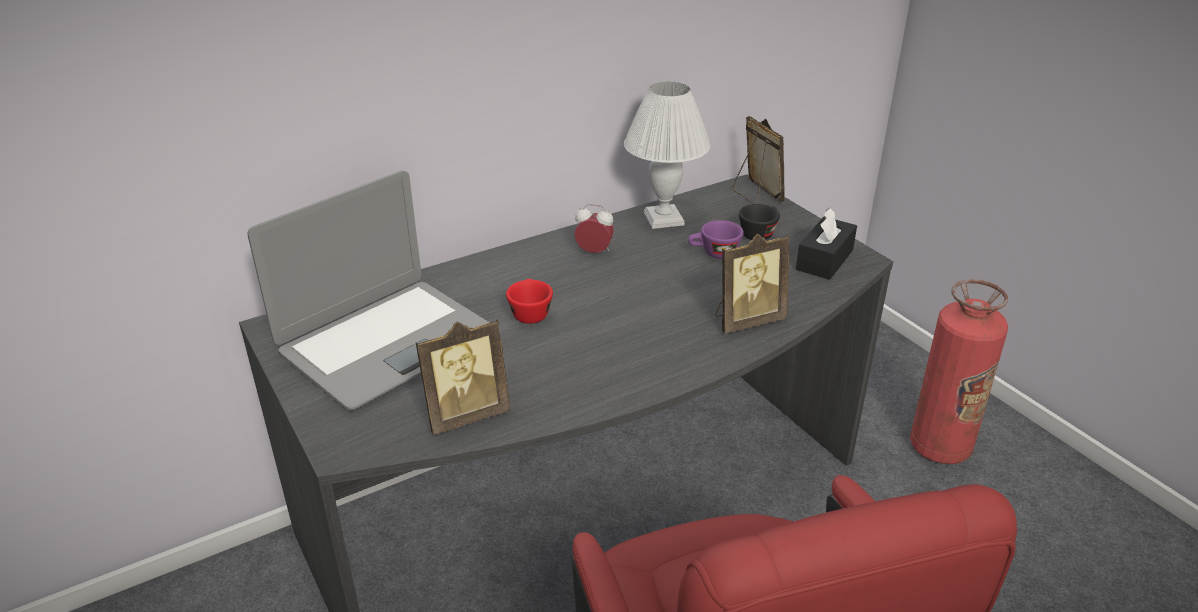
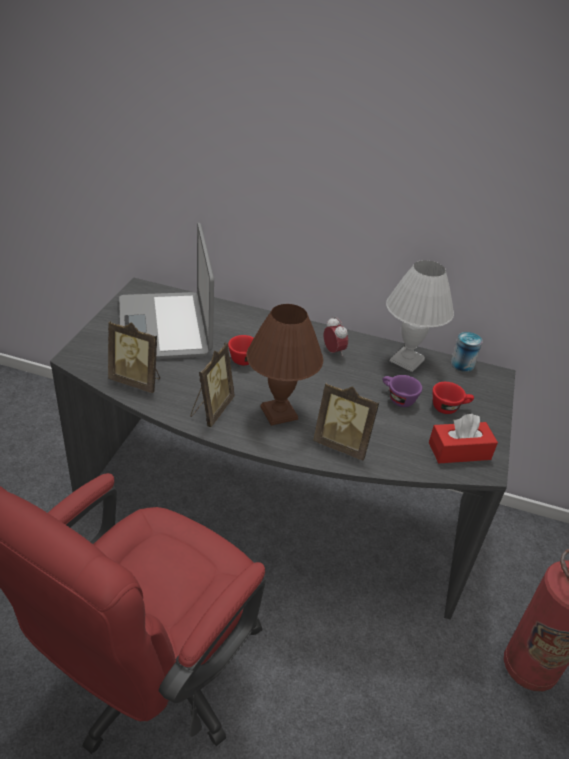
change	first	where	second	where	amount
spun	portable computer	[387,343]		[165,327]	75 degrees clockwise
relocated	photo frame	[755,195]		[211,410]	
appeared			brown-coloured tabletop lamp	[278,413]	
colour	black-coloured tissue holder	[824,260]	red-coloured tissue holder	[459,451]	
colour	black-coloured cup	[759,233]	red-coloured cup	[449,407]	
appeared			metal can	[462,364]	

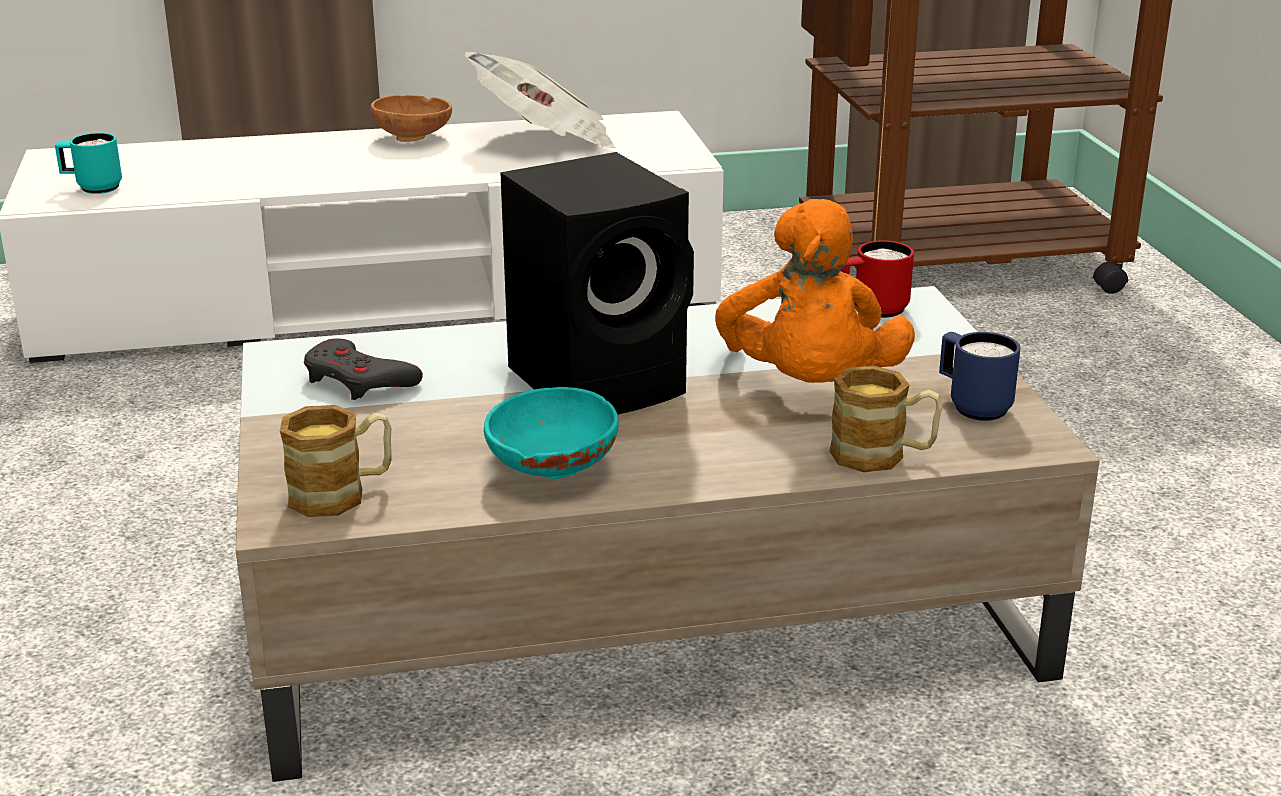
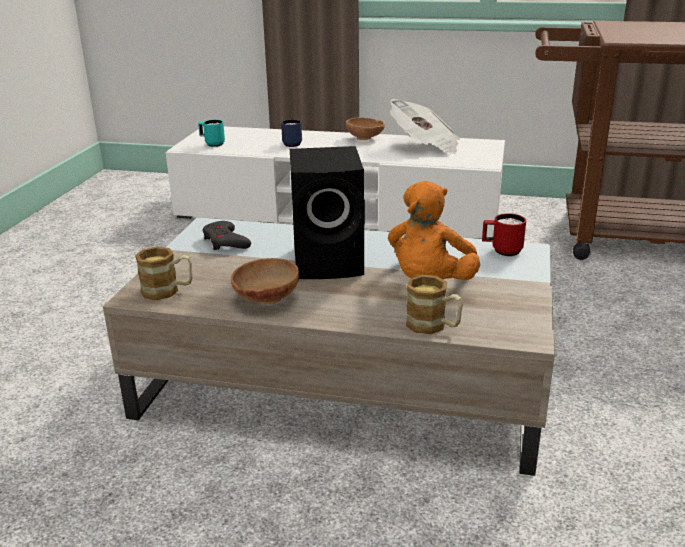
change	first	where	second	where	amount
colour	turquoise-coloured bowl	[550,470]	brown-coloured bowl	[265,299]	
relocated	blue coffee mug	[972,406]		[291,143]	

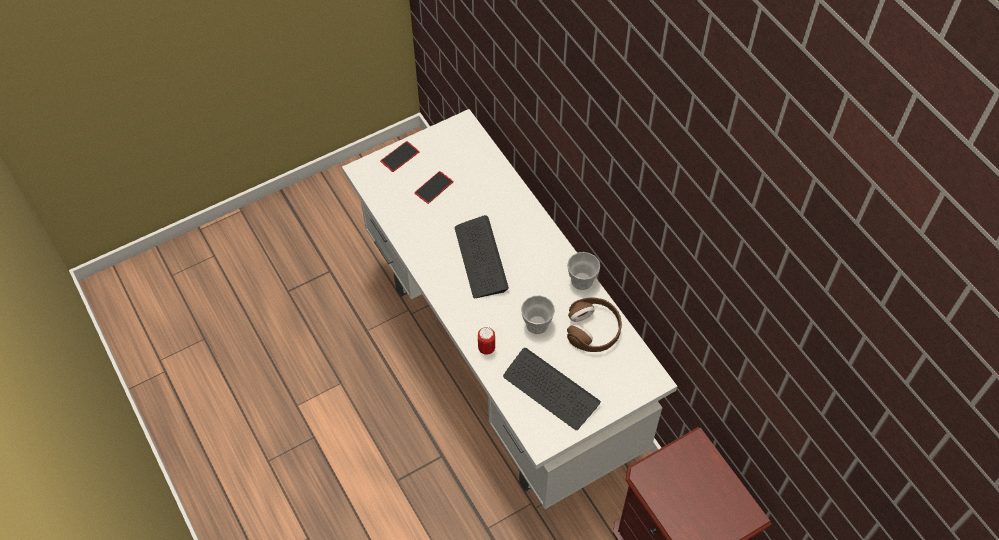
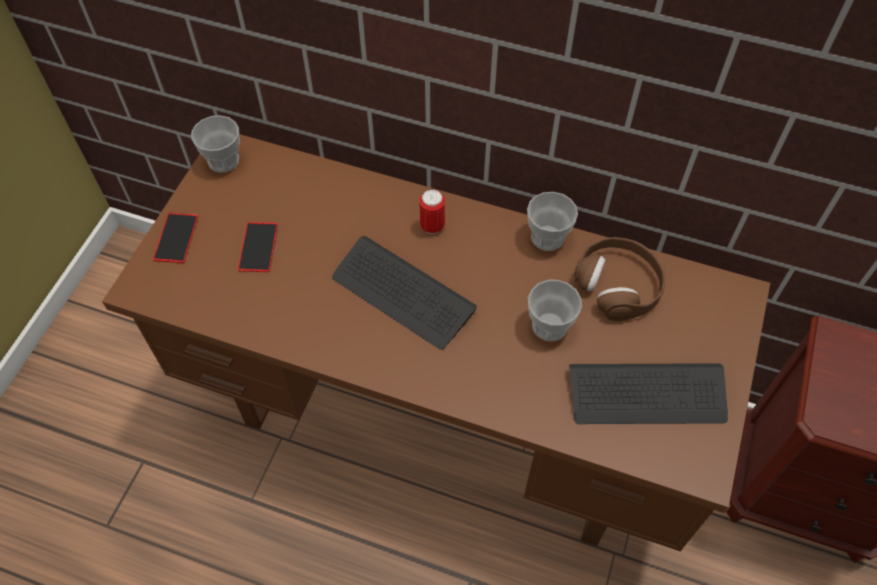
change	first	where	second	where	amount
colour	whitish desk	[502,362]	brown-coloured desk	[440,419]	
appeared			cup	[223,160]	
relocated	metal can	[486,348]		[432,226]	

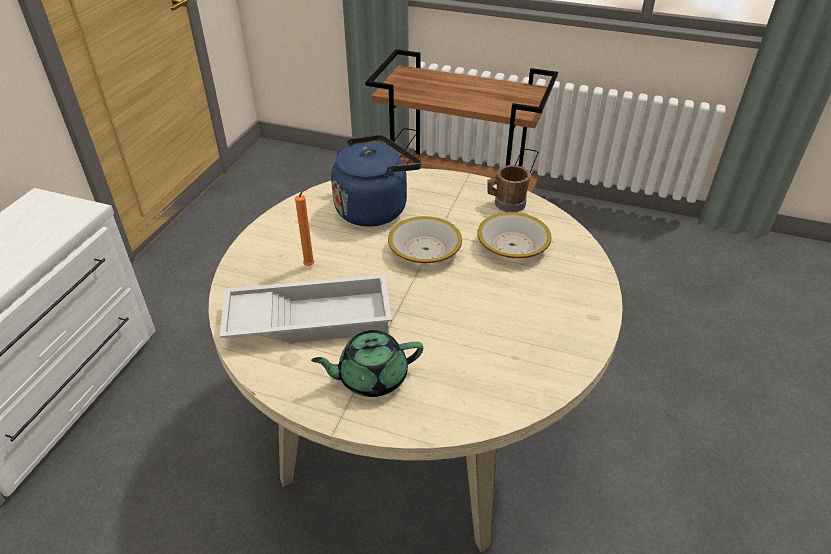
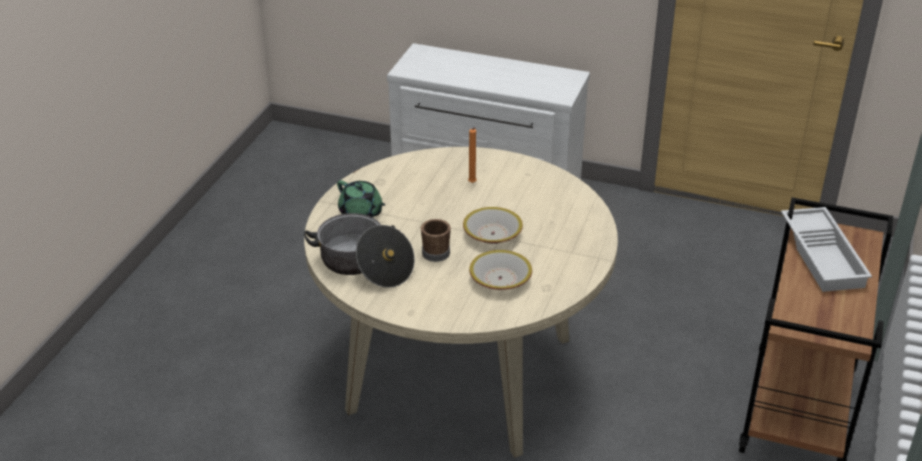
change	first	where	second	where	amount
appeared			saucepot	[363,265]	
spun	green pot for tea	[371,377]		[361,212]	150 degrees clockwise
relocated	brown-coloured coffee mug	[506,204]		[436,251]	
relocated	whitish tray	[310,317]		[824,255]	
missing	blue water kettle	[374,208]			

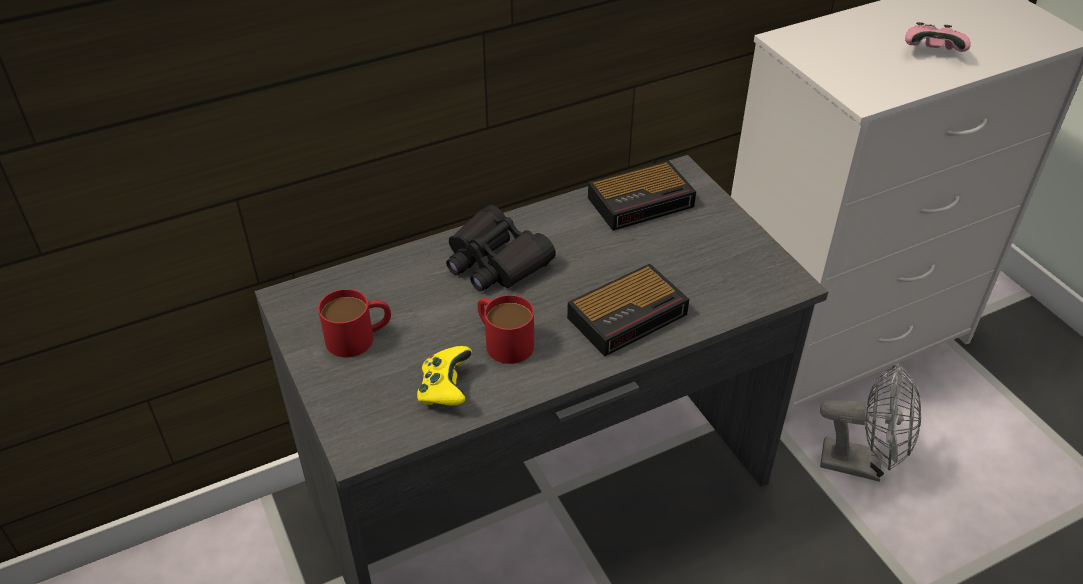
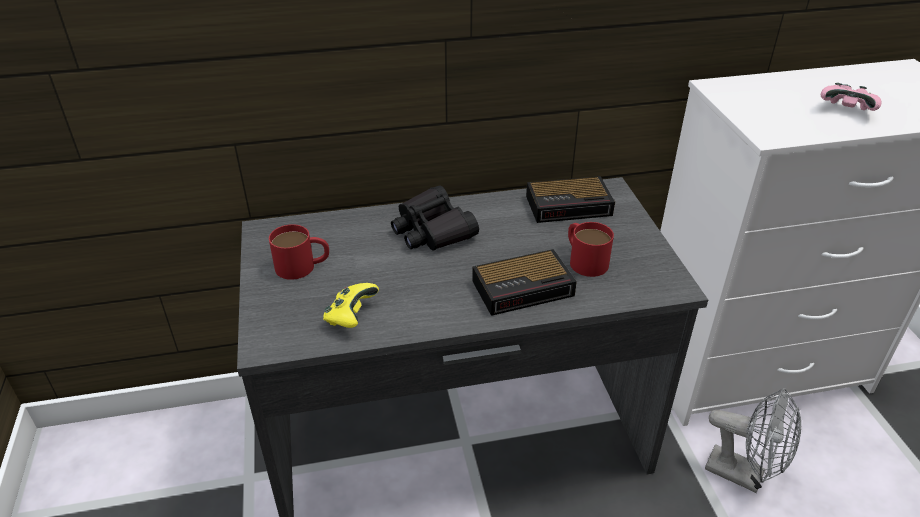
change	first	where	second	where	amount
relocated	red-coloured coffee mug	[503,340]		[584,259]	

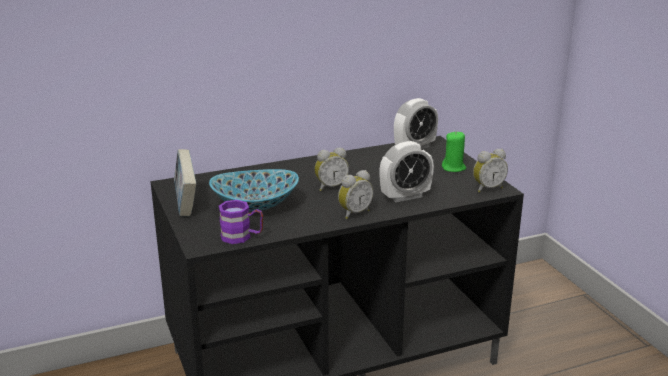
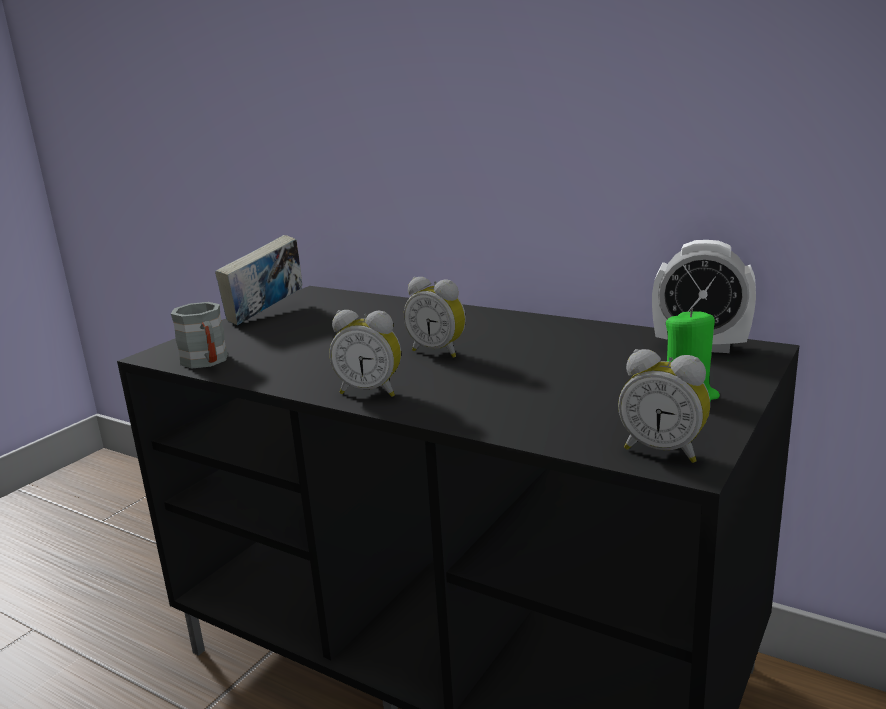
change	first	where	second	where	amount
colour	purple-coloured coffee mug	[242,237]	greyish coffee mug	[207,362]	
missing	bowl	[255,206]			
missing	alarm clock	[405,196]			

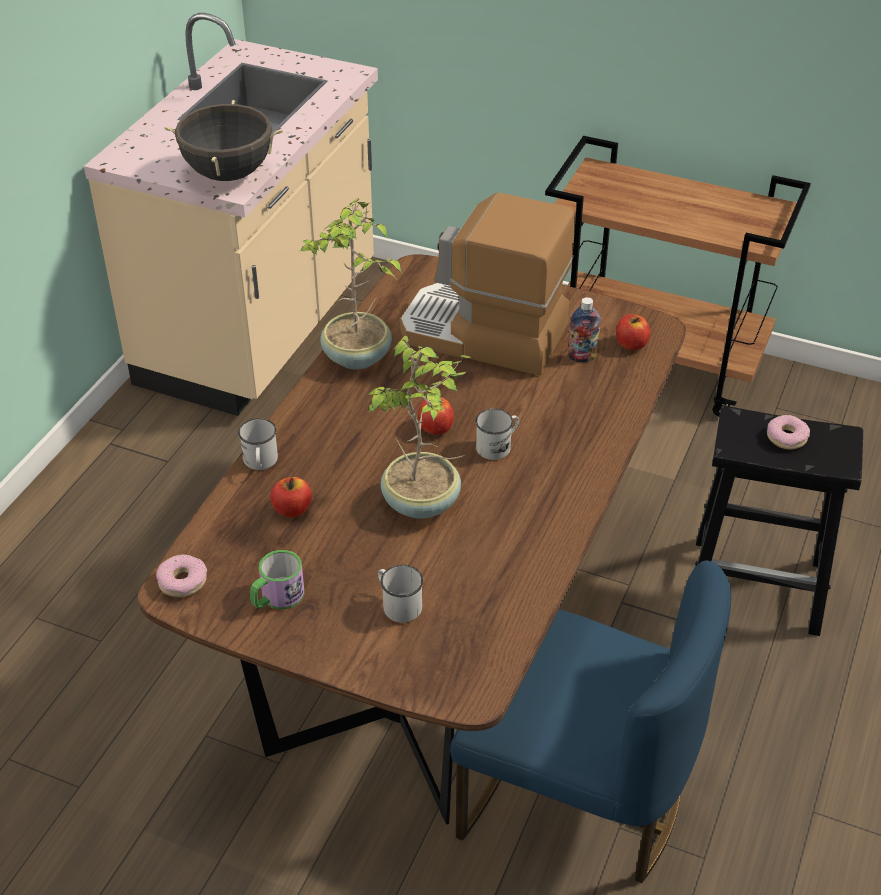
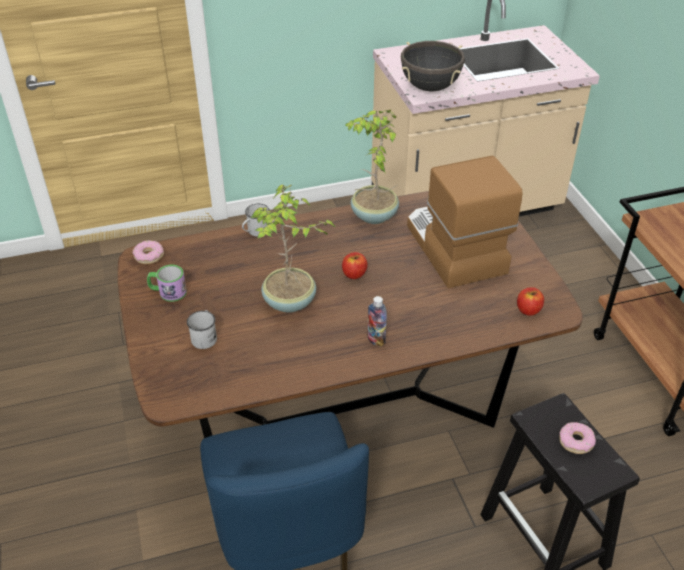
change	first	where	second	where	amount
relocated	bottle	[582,357]		[376,340]	
missing	apple fruit	[292,509]			
missing	whitish coffee mug	[498,446]			

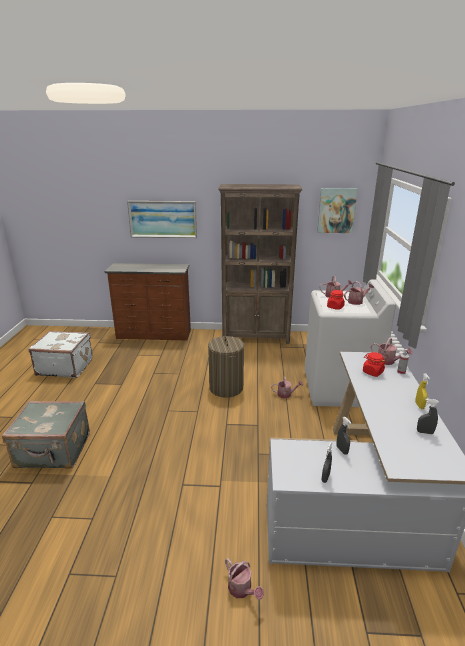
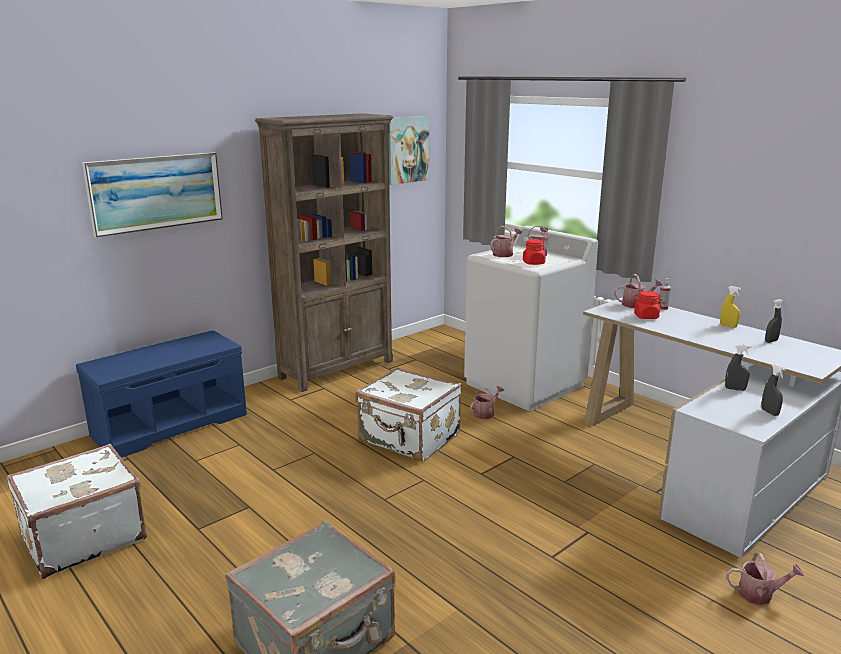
change	first	where	second	where	amount
exchanged	brown-coloured dresser	[154,335]	blue bench	[171,424]	
exchanged	washing basket	[226,388]	whitish travel case	[409,439]	

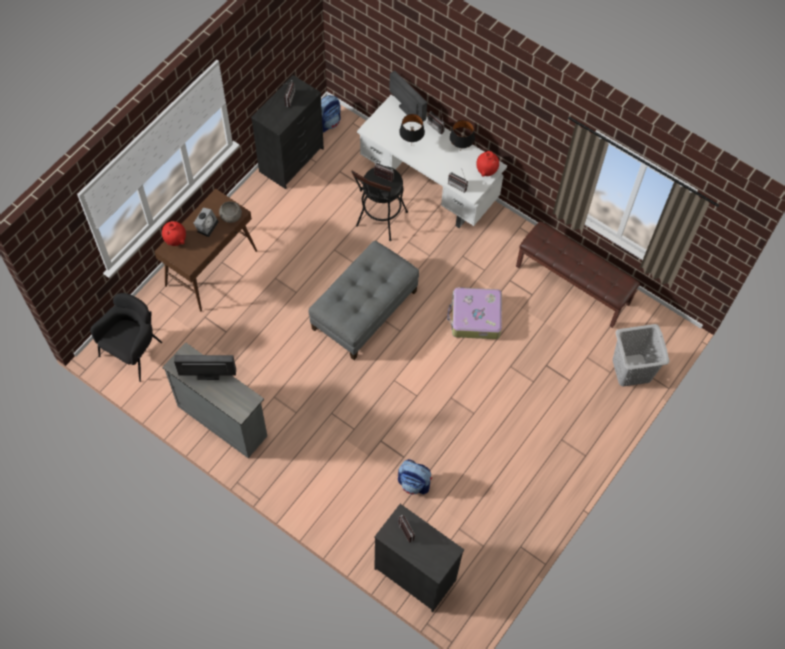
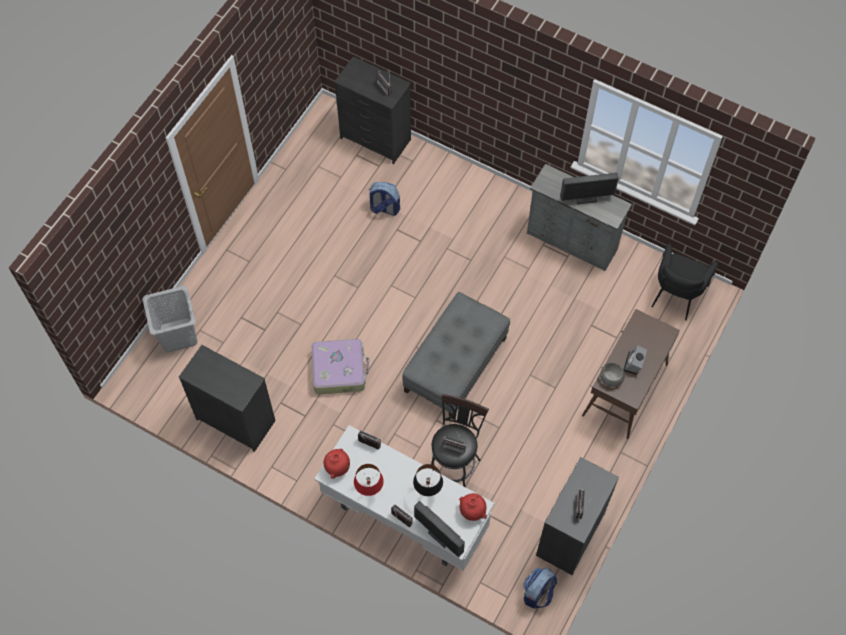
change	first	where	second	where	amount
exchanged	brown-coloured bench	[573,284]	black-coloured dresser	[236,419]	
colour	black-coloured tabletop lamp	[460,150]	red-coloured tabletop lamp	[369,490]	
relocated	red-coloured flower vase	[175,240]		[472,511]	

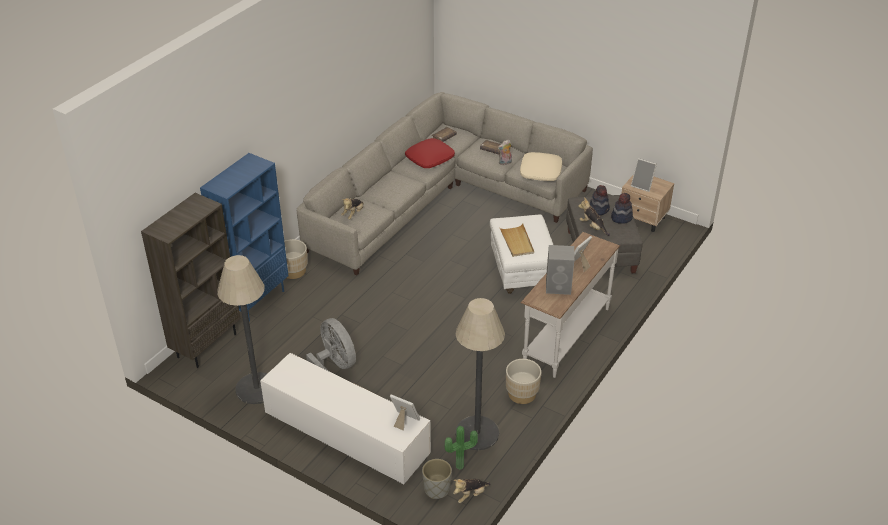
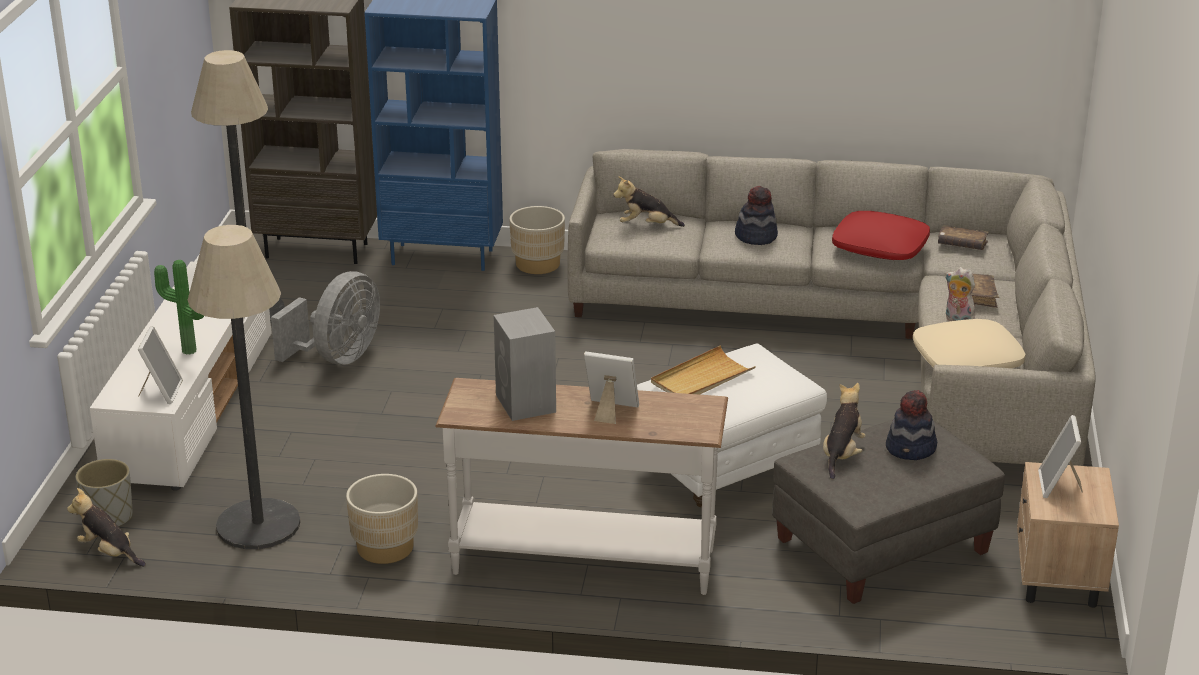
change	first	where	second	where	amount
relocated	potted plant	[460,467]		[187,352]	
relocated	hat	[621,217]		[756,236]	

